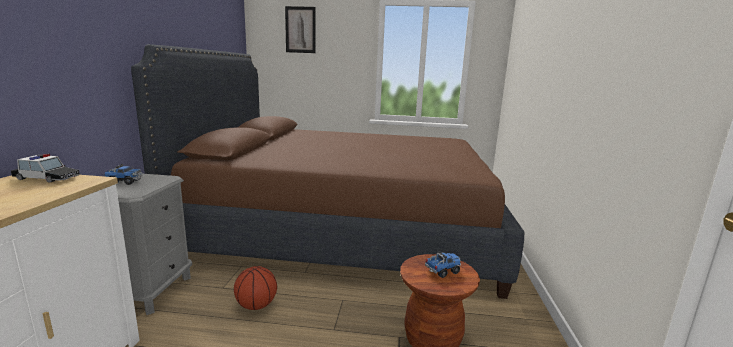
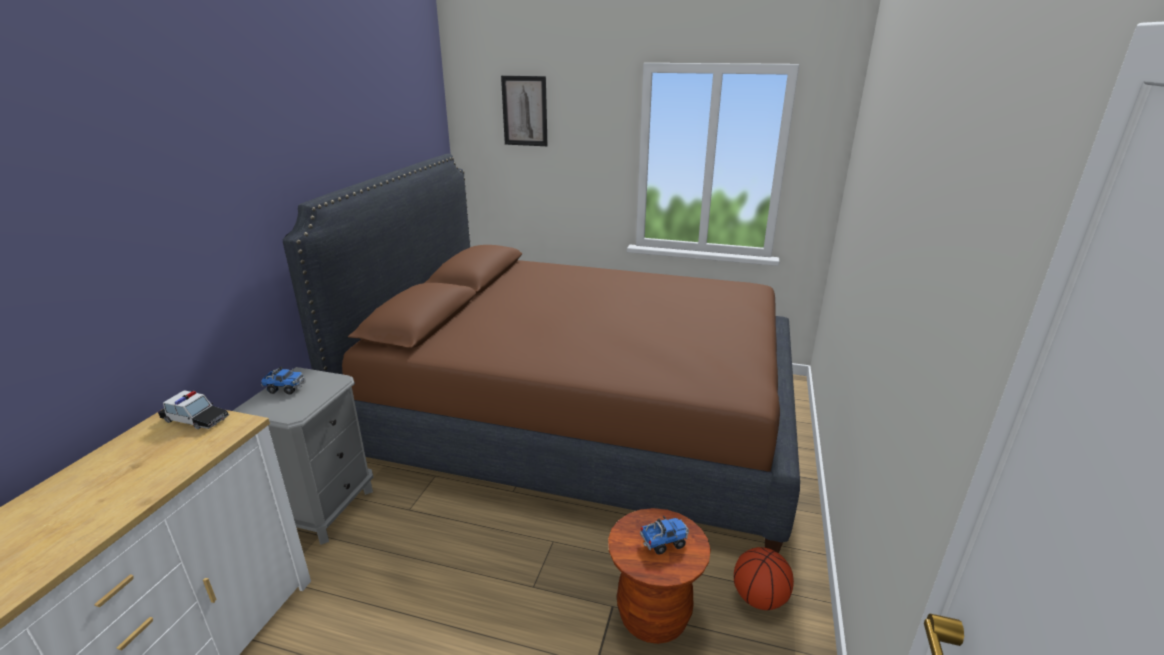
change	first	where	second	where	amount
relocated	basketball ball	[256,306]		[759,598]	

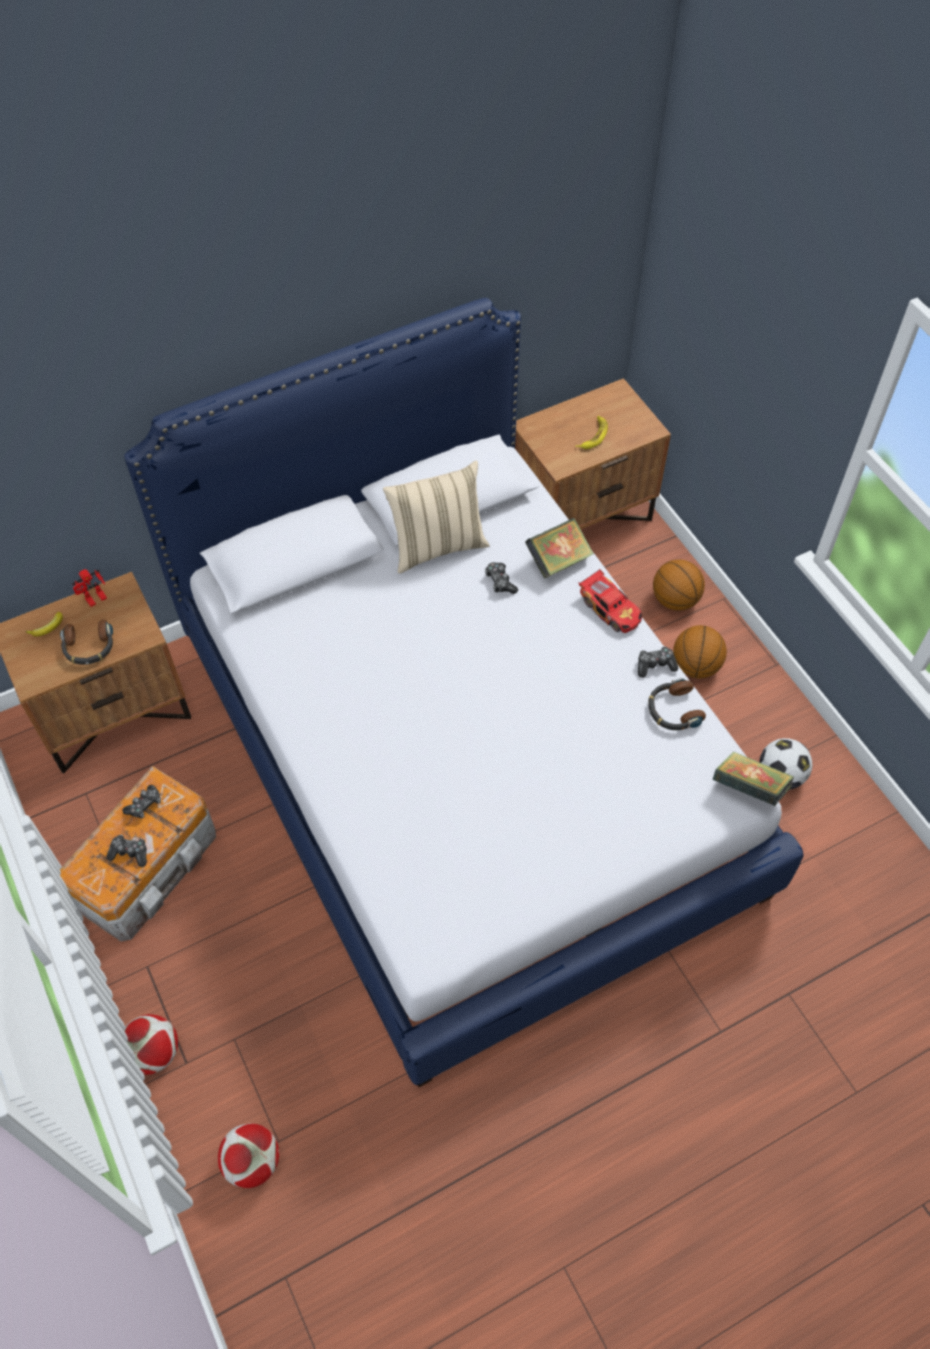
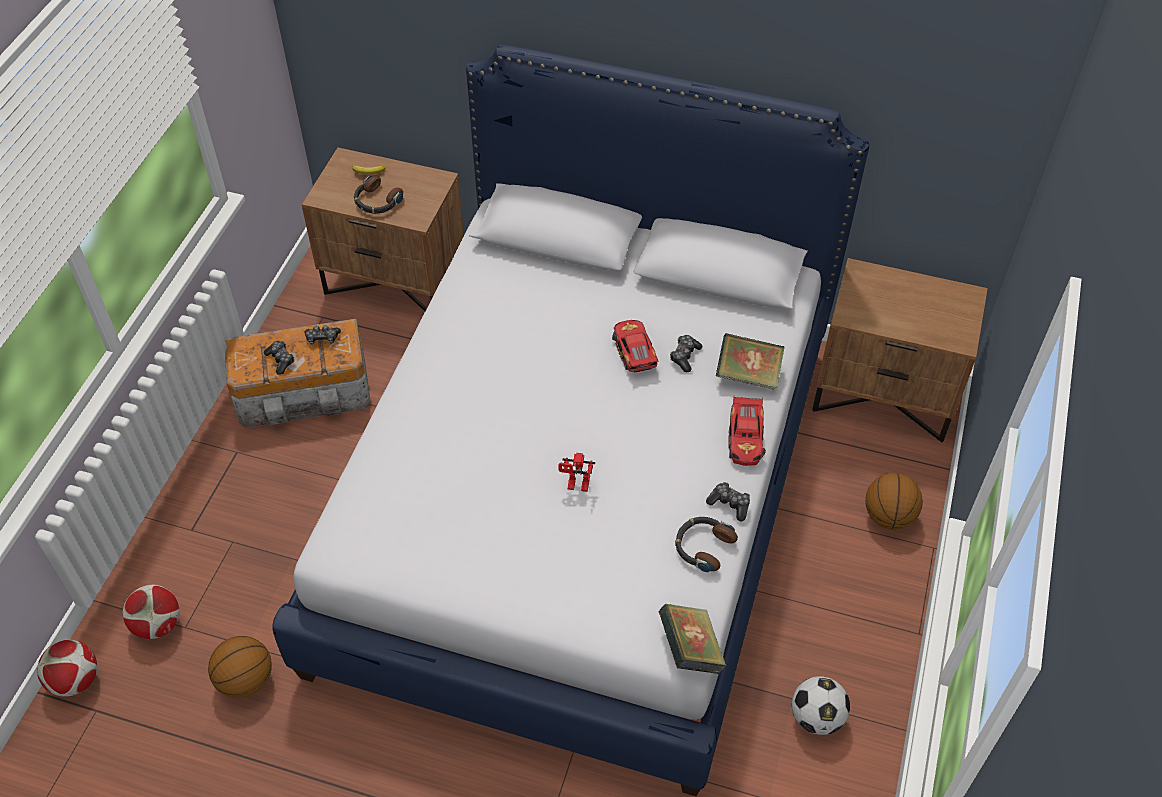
change	first	where	second	where	amount
relocated	ball for football	[154,1052]		[76,680]	
relocated	basketball ball	[695,666]		[246,680]	
relocated	toy robot	[95,601]		[576,487]	
appeared			miniature car	[633,352]	
missing	beige-coloured pillow	[437,546]			
missing	banana	[593,435]			

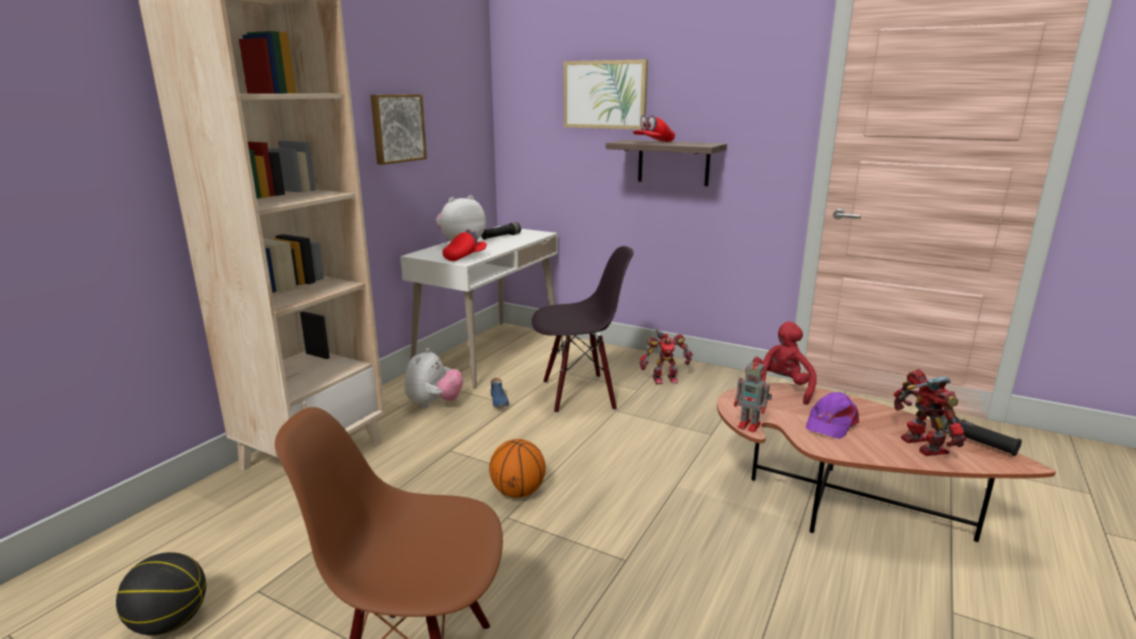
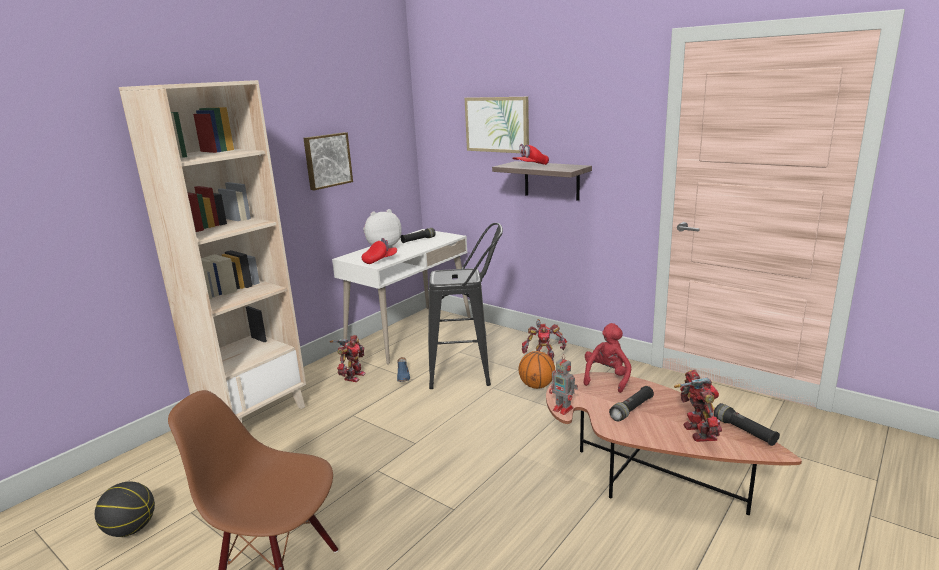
change	first	where	second	where	amount
exchanged	plush toy	[434,404]	toy robot	[353,376]	
exchanged	black-coloured plain chair	[579,394]	black-coloured stool	[468,372]	
relocated	basketball ball	[518,492]		[537,386]	
exchanged	purple-coloured peaked cap	[830,423]	black-coloured hand torch	[632,409]	

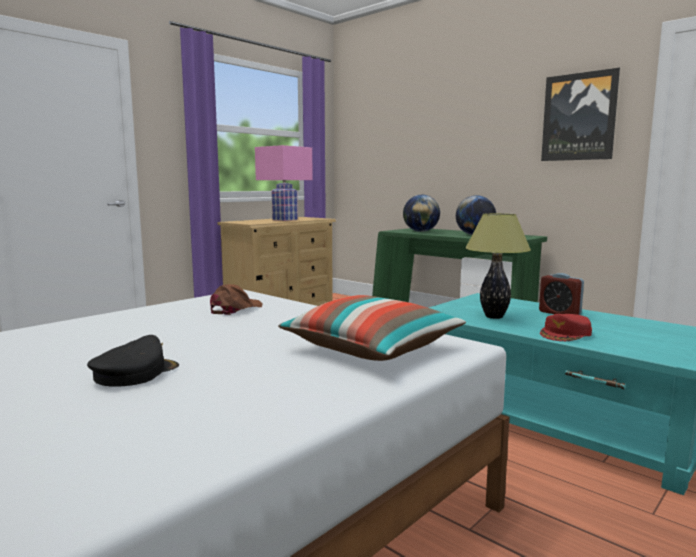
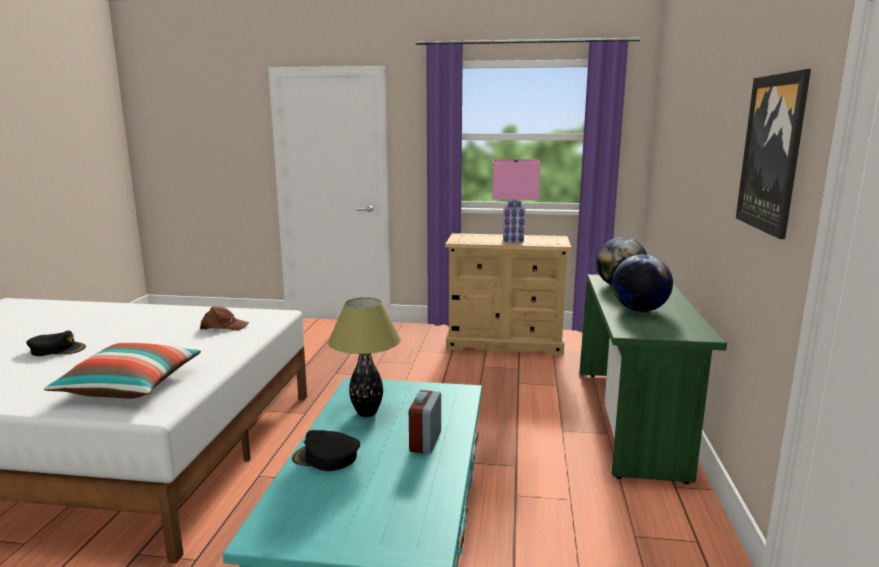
change	first	where	second	where	amount
colour	red-coloured peaked cap	[565,334]	black-coloured peaked cap	[326,457]	

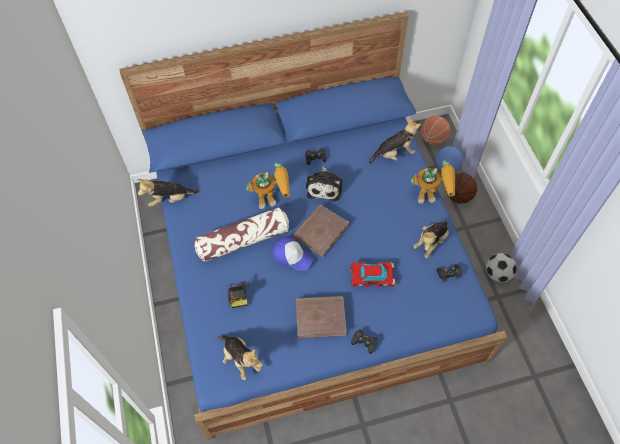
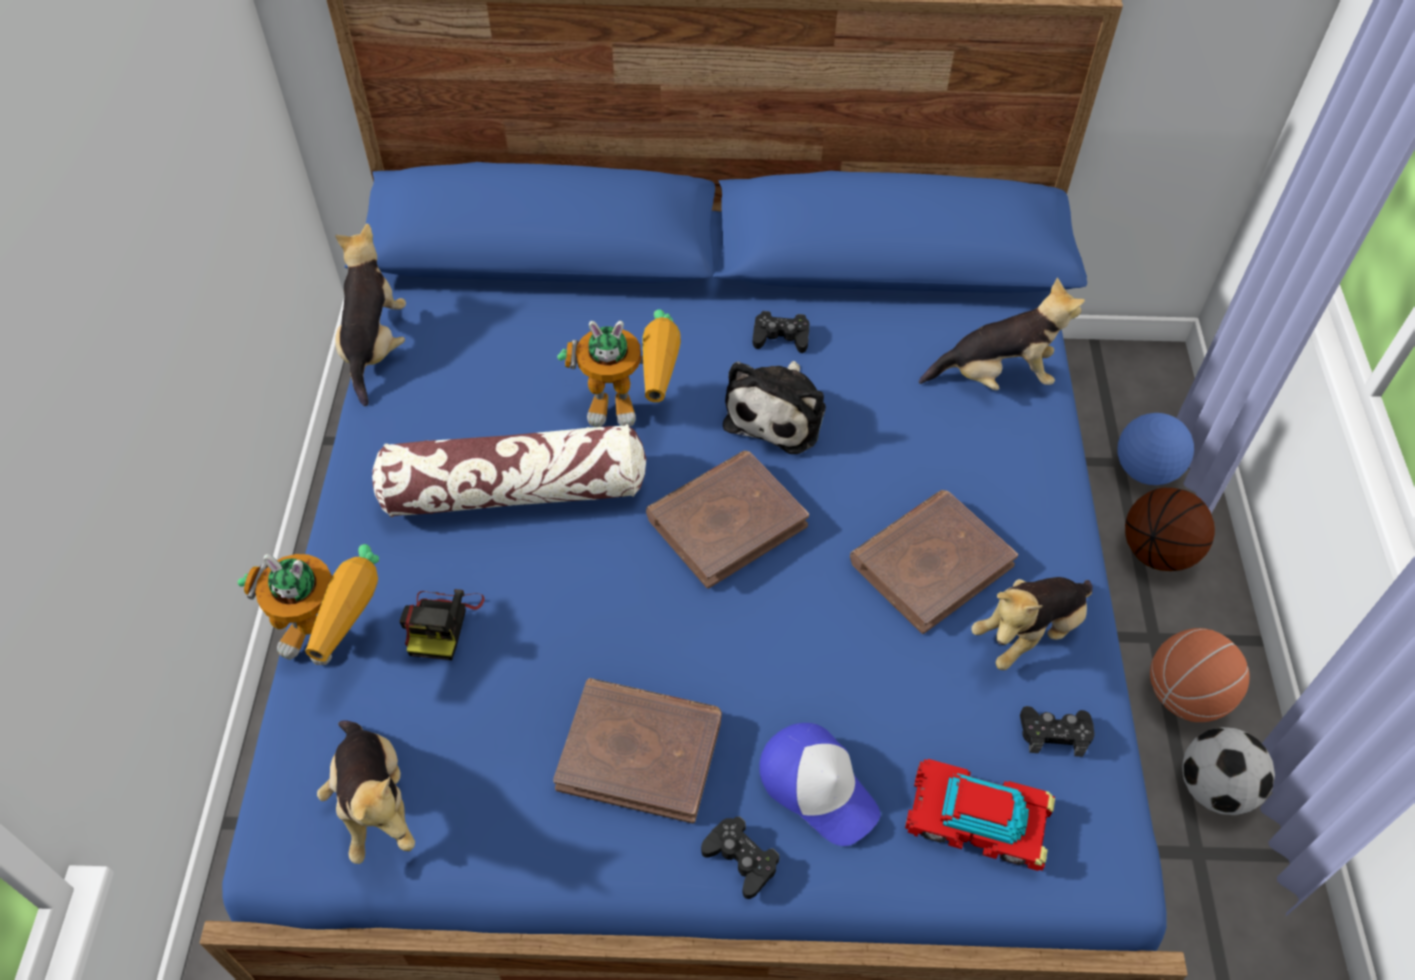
change	first	where	second	where	amount
relocated	toy robot	[432,195]		[335,641]	
spun	plush toy	[170,199]		[374,346]	90 degrees clockwise
relocated	peaked cap	[292,256]		[818,787]	
appeared			brown-coloured book	[931,563]	
relocated	miniature car	[372,276]		[977,818]	
relocated	basketball ball	[433,139]		[1185,695]	

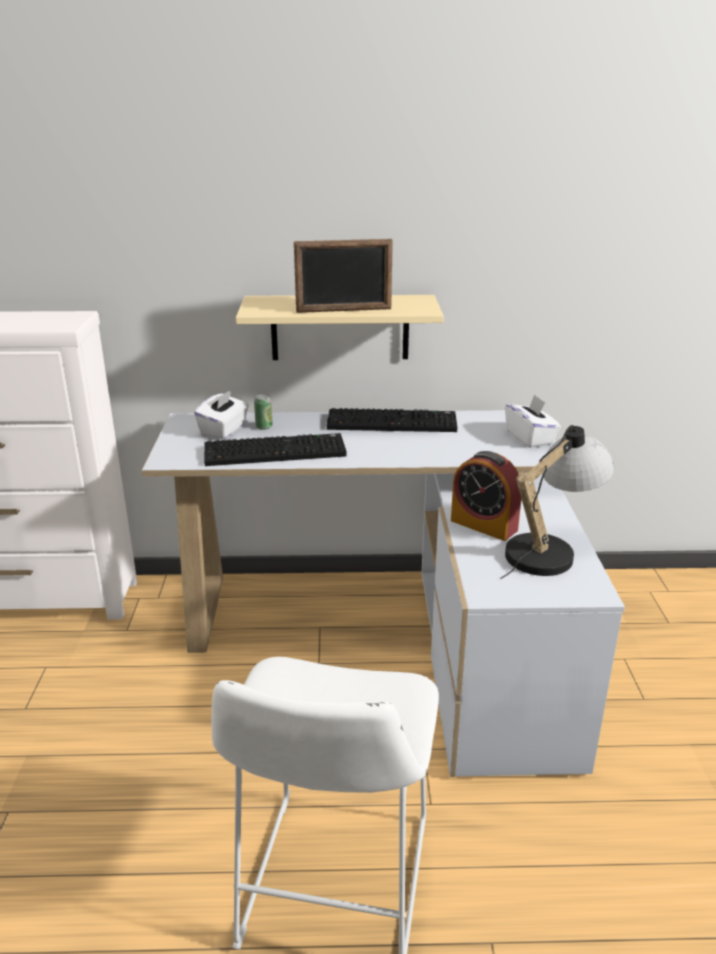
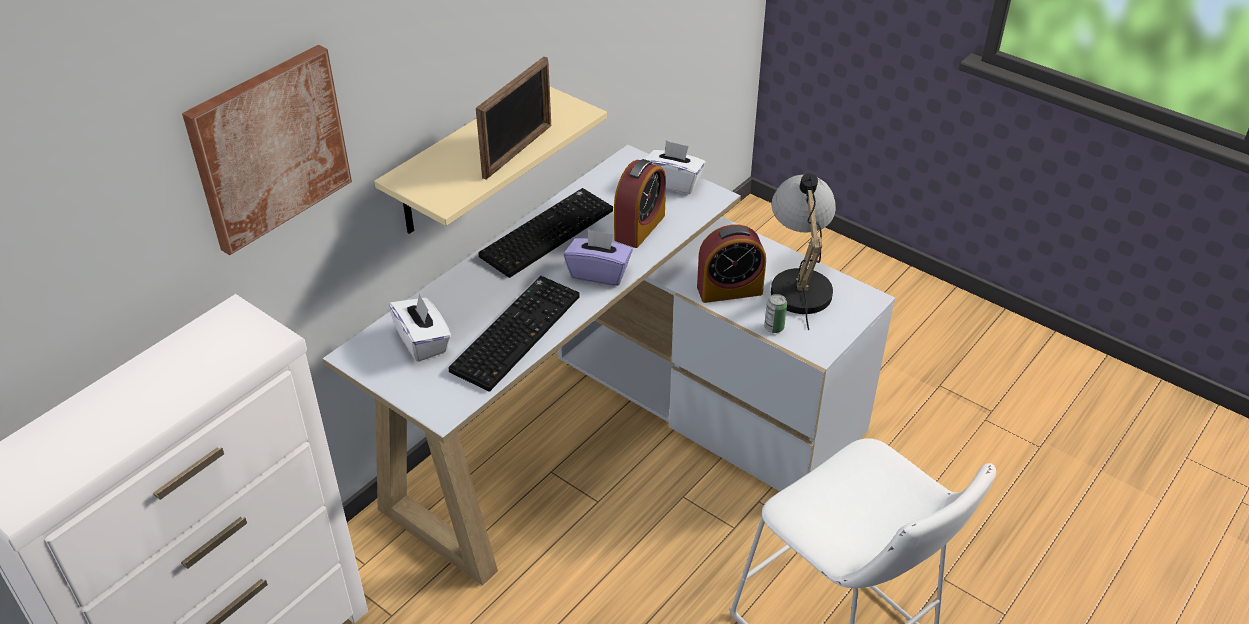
change	first	where	second	where	amount
appeared			wall art	[269,147]	
appeared			purple-coloured tissue holder	[599,273]	
appeared			alarm clock	[639,227]	
relocated	metal can	[264,427]		[774,327]	

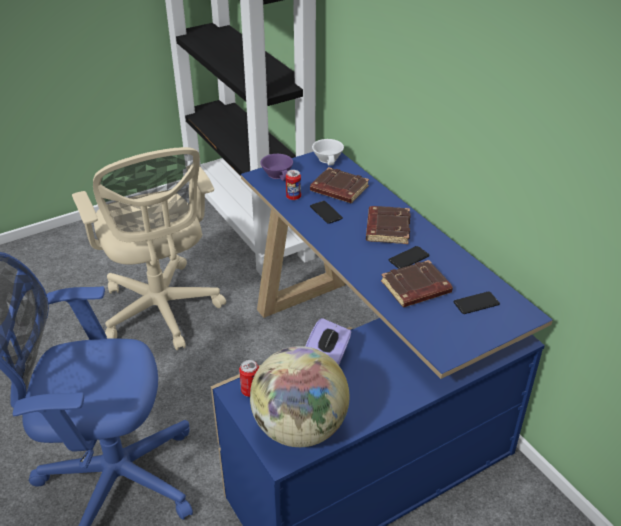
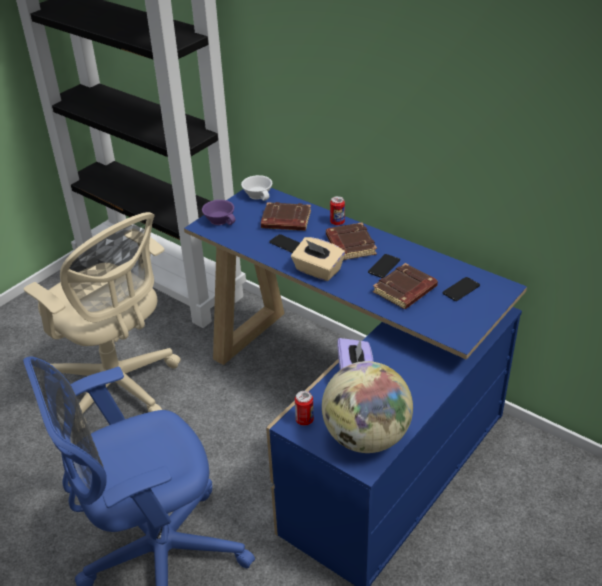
change	first	where	second	where	amount
appeared			beige-coloured tissue holder	[317,271]	
relocated	metal can	[293,197]		[337,222]	

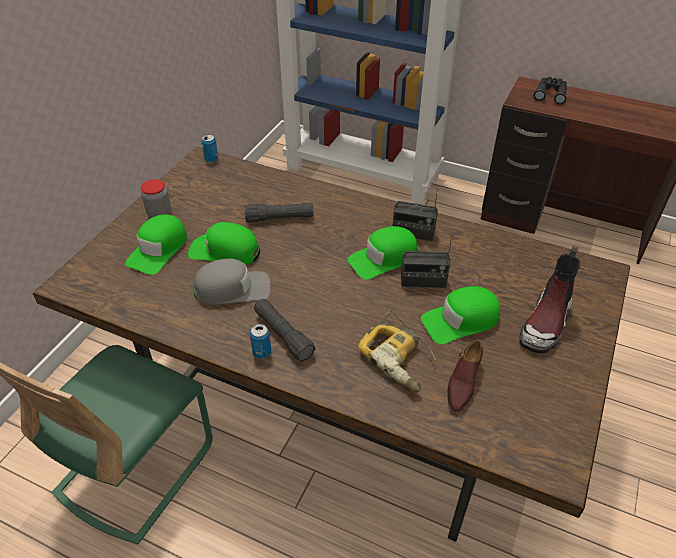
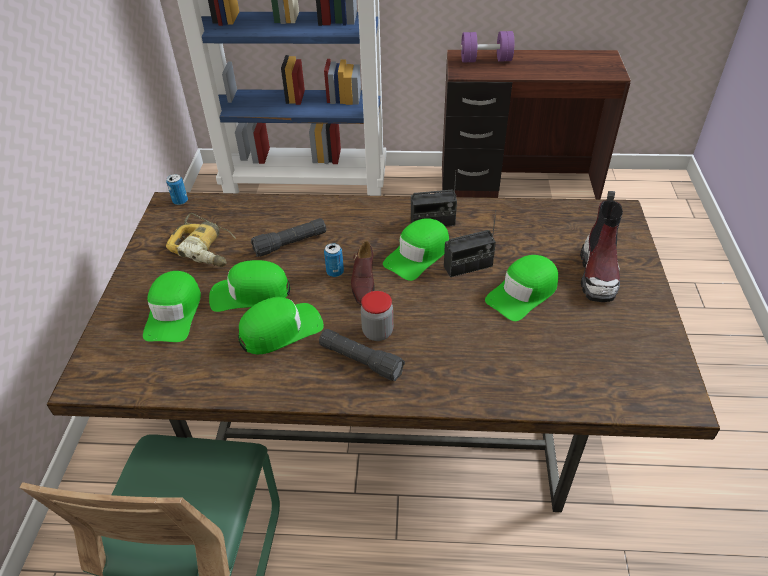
change	first	where	second	where	amount
relocated	drill	[399,358]		[206,247]	
colour	greyish peaked cap	[233,289]	green peaked cap	[280,330]	
relocated	metal can	[262,352]		[335,272]	
relocated	brown-coloured item of footwear	[462,383]		[363,282]	
relocated	storage jar	[159,214]		[377,332]	
exchanged	black-coloured field glasses	[550,94]	purple-coloured free weight	[486,60]	

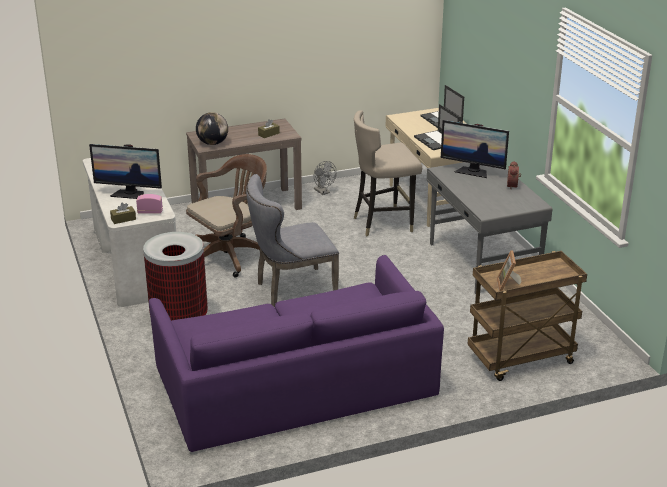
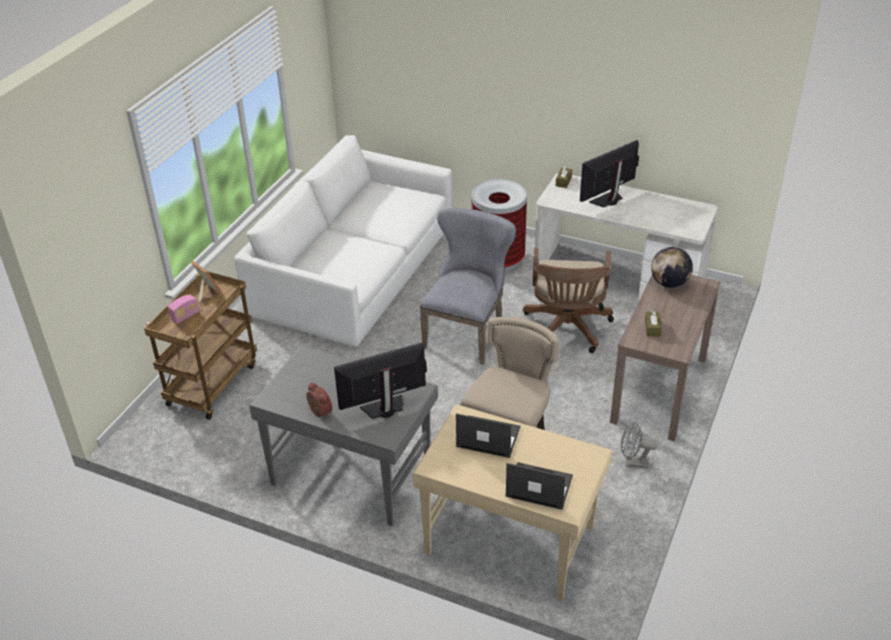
change	first	where	second	where	amount
relocated	radio receiver	[150,212]		[185,316]	
colour	purple-coloured settee	[294,382]	whitish settee	[353,270]	

